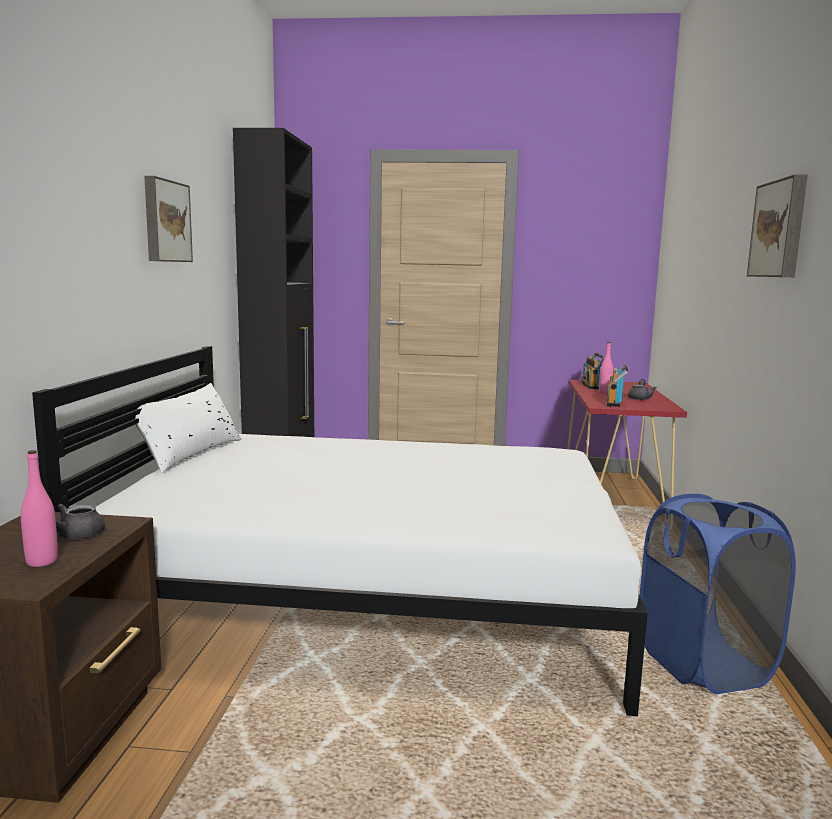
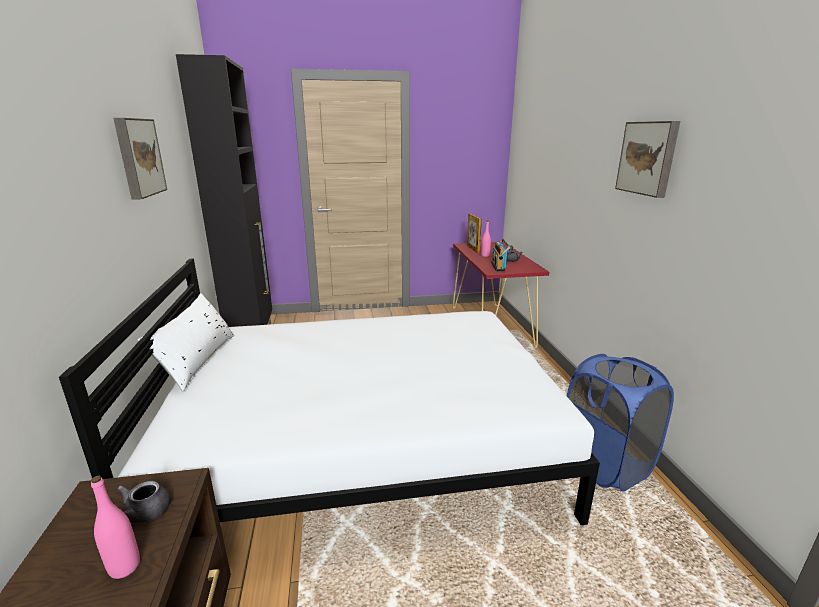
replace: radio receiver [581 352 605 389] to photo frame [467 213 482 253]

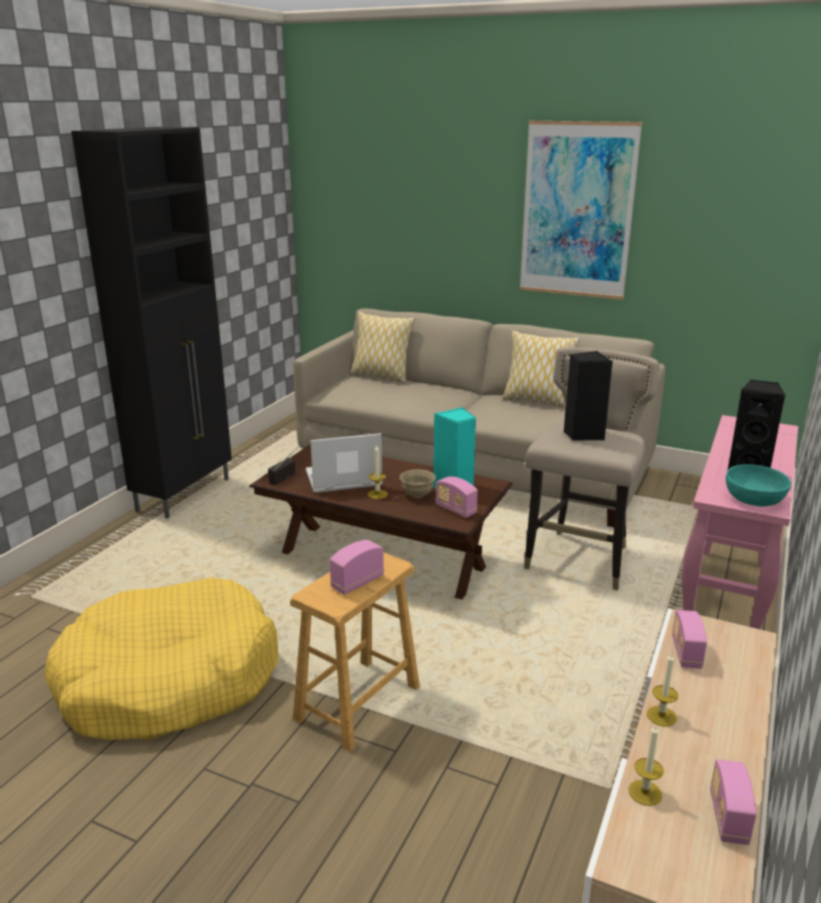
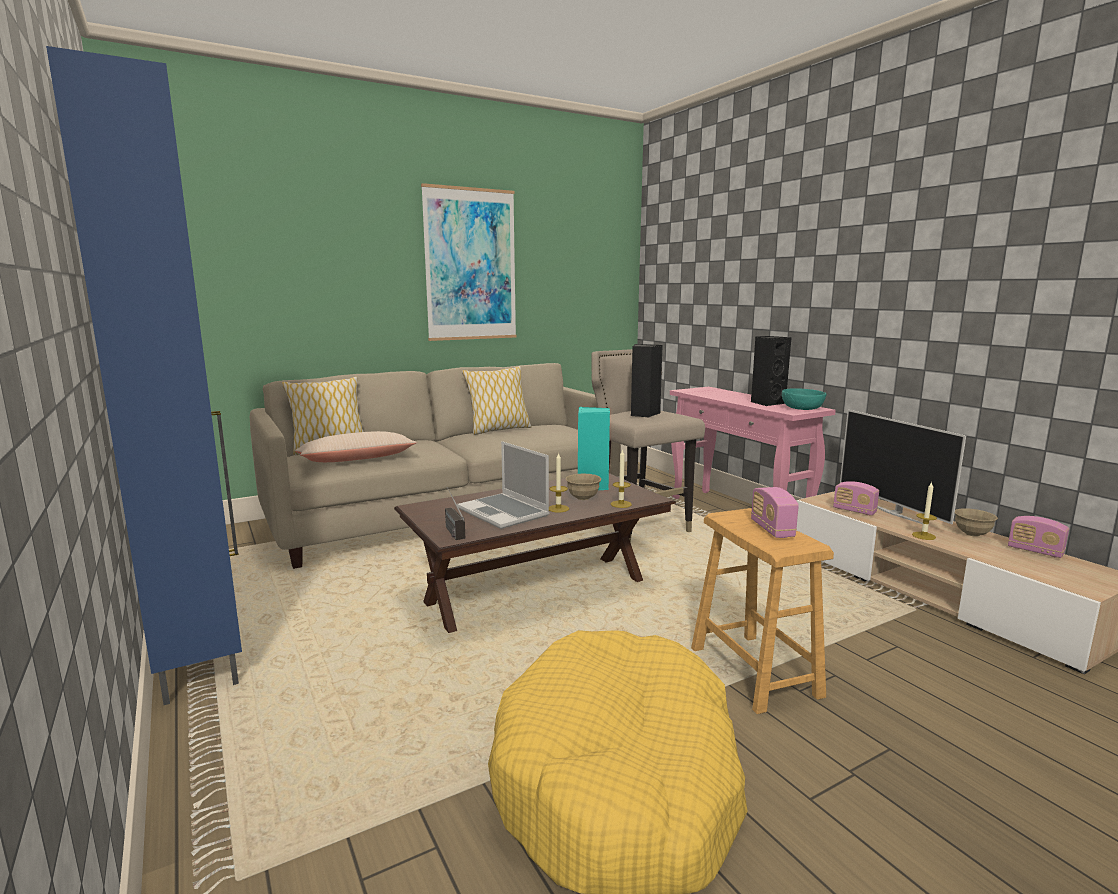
delete: radio receiver [436 476 478 518]
insert: TV [840 410 966 524]; pillow/beige [295 431 417 462]; serving bowl/beige [955 508 998 537]
move: wax candle [629 725 664 806] to [611 449 632 508]
recolor: storage cabinet/black-coloured [71 127 232 519] to storage cabinet/bluish [46 46 242 705]
rotate: portable computer [306 433 383 493] = [457 441 549 529] 60 degrees counterclockwise

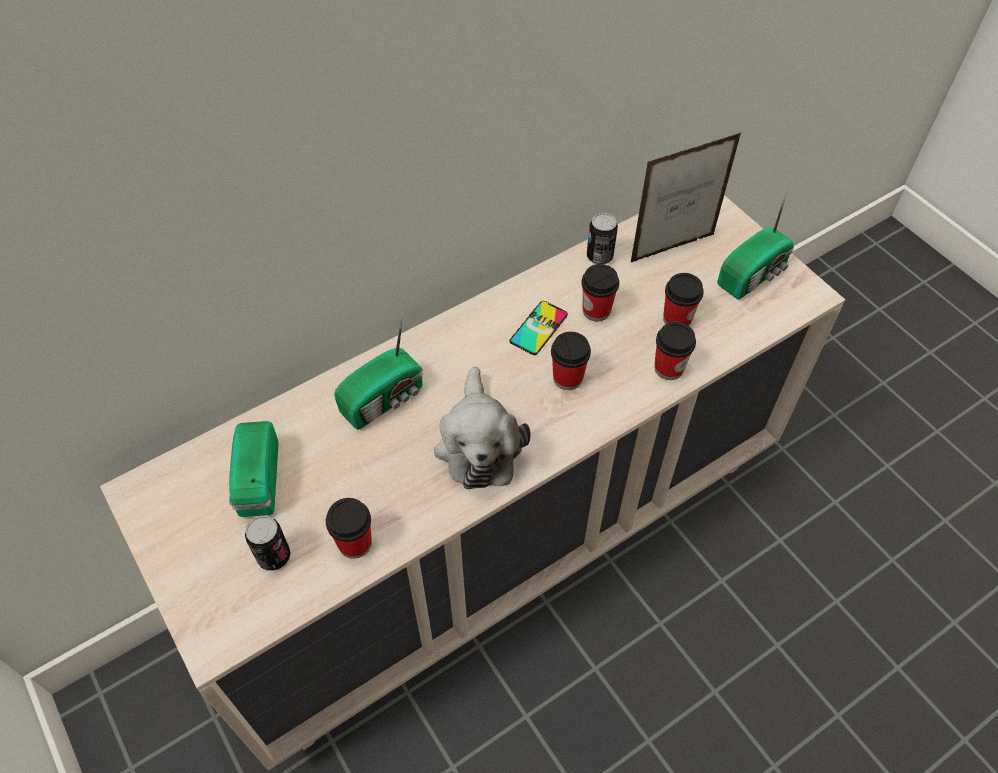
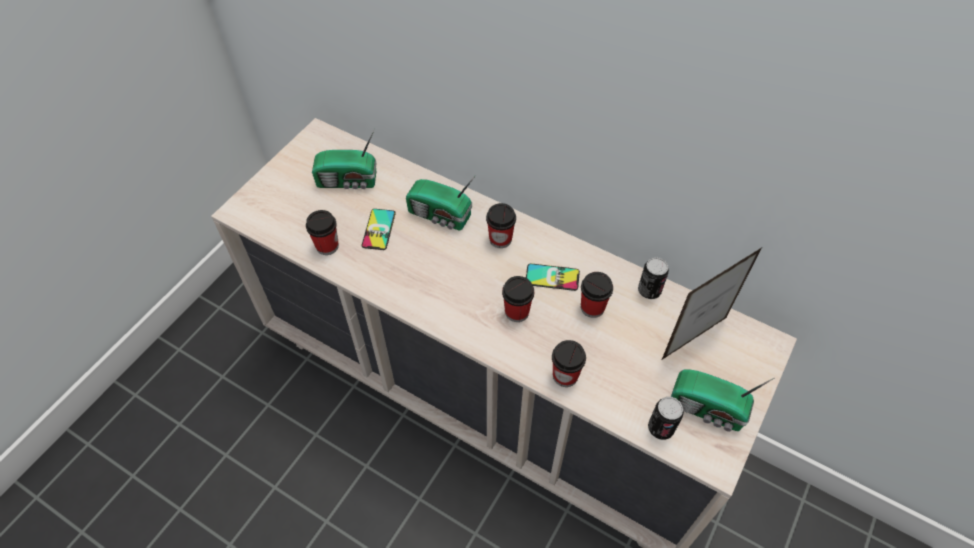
delete: plush toy [434 367 531 489]
insert: phone [362 209 396 250]
move: small cup [663 273 704 326] to [486 203 516 248]; metal can [245 515 291 571] to [648 397 684 440]
rotate: photo frame [631 133 741 262] = [662 248 761 360] 75 degrees counterclockwise; radio receiver [229 421 279 517] = [312 130 377 189] 150 degrees counterclockwise

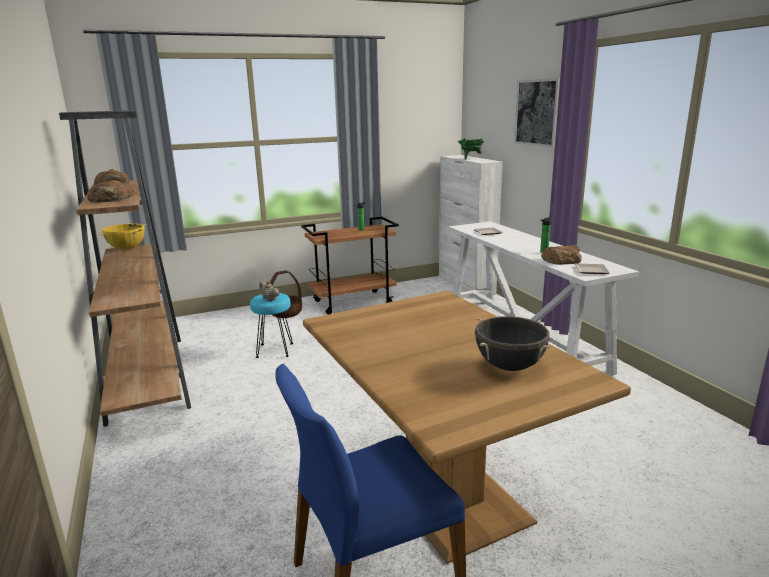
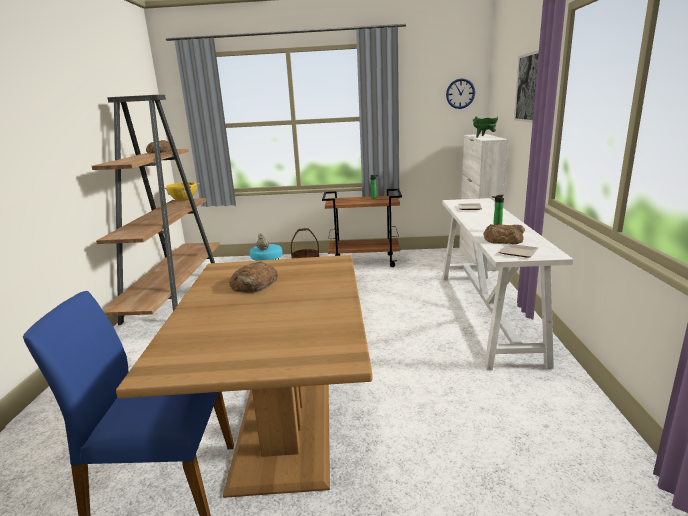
delete: cooking pot/black-coloured [475 316 551 371]
insert: hanging clock [446 78 475 109]
move: baked bread [87 180 134 203] to [229 261 278 293]

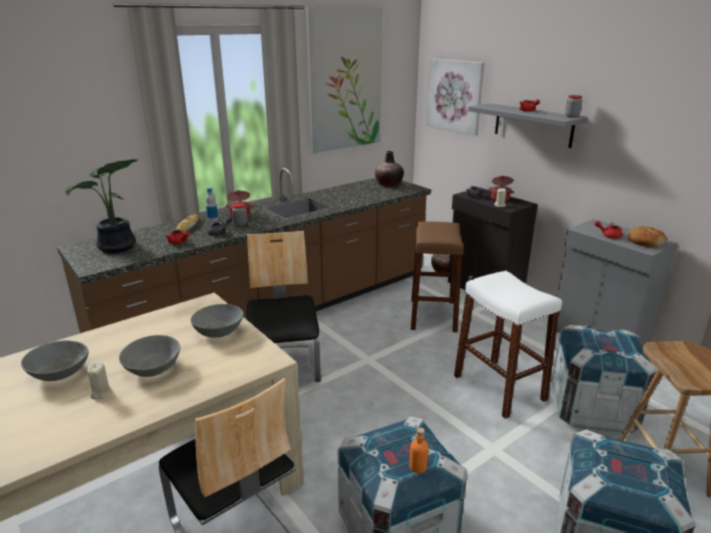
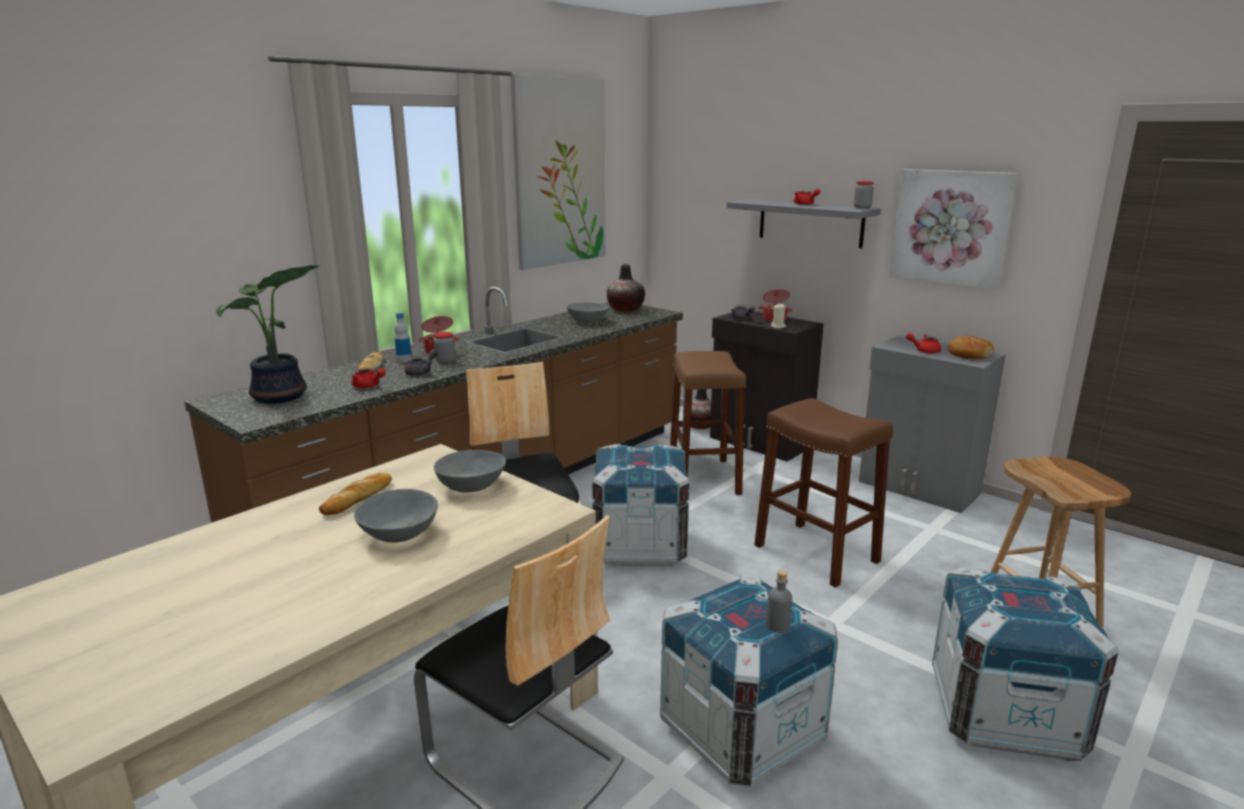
delete: wax candle/beige [87 362 112 399]
insert: baked bread [319 473 392 515]
move: picture [426 59 485 136] to [889 169 1018 290]; crate [552 325 657 433] to [592 444 690 566]; serving bowl/greyish [21 340 89 381] to [566 302 609 323]
recolor: stool seat/white [454 271 562 419] to stool seat/brownish [754 398 893 588]; beverage bottle/orange-coloured [409 428 428 473] to beverage bottle/greyish [766 570 792 632]

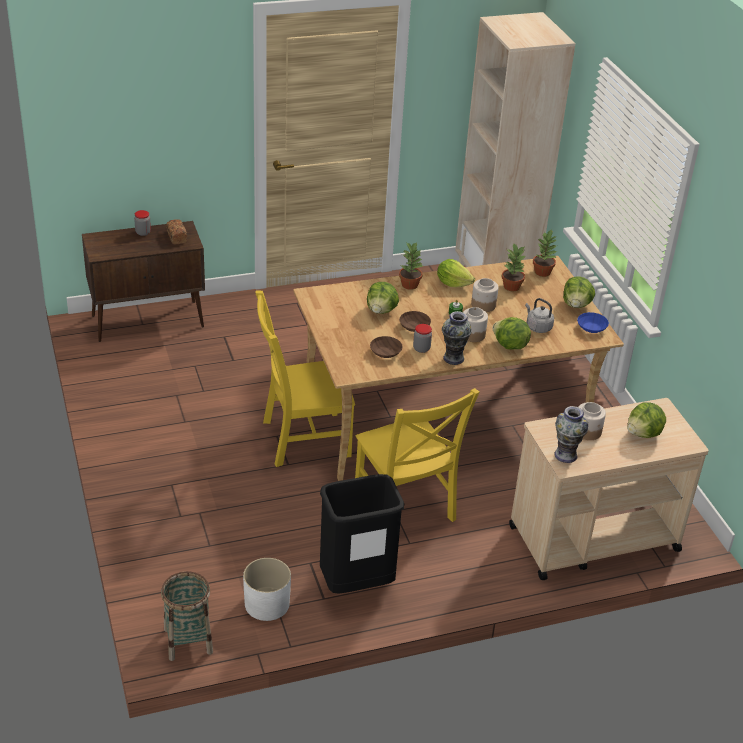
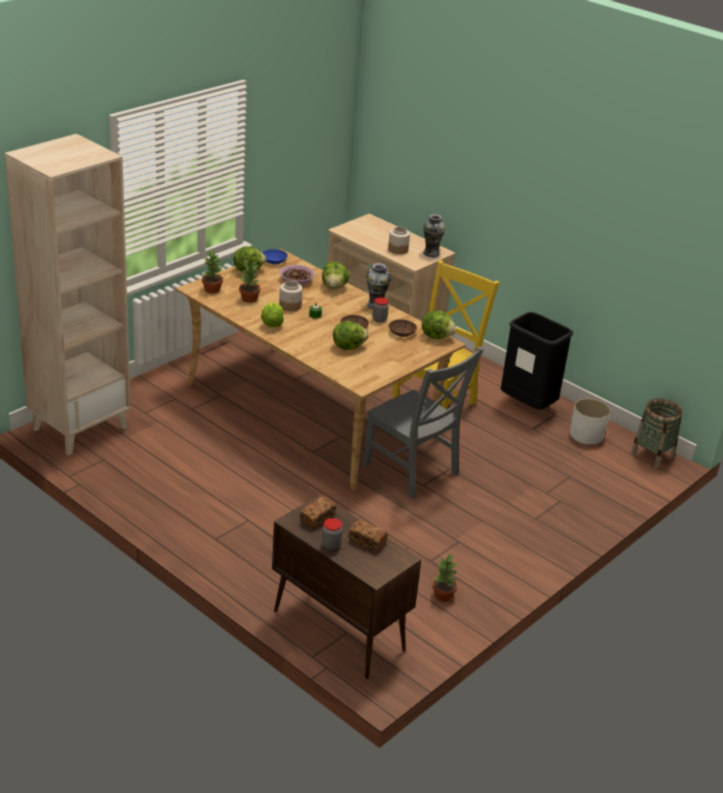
delete: jar [463 307 488 342]
insert: baked bread [348 520 388 552]
move: plant in a pot [399 242 423 290] to [432 554 459 602]; lettuce [627 402 666 438] to [422 311 457 339]
replace: tea kettle/greyish [525 298 554 333] to serving bowl [280 265 315 285]
recolor: chair/yellow-coloured [255 290 355 467] to chair/greyish [363 346 484 498]

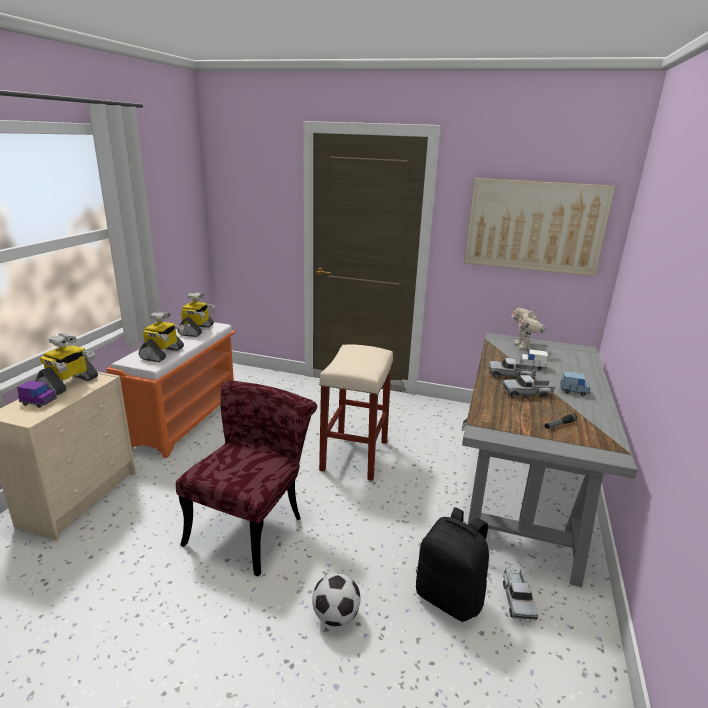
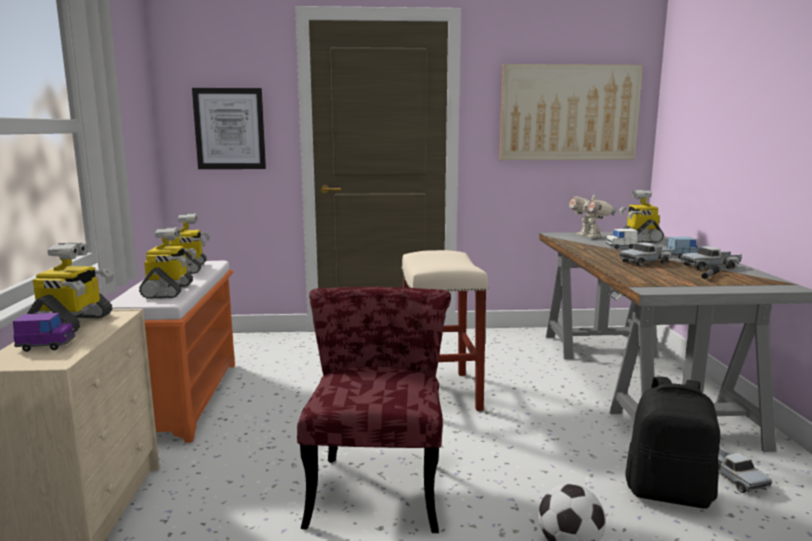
insert: picture [192 88 266 169]; toy robot [619 190 664 243]
move: toy truck [488 358 536 378] to [680 246 742 271]

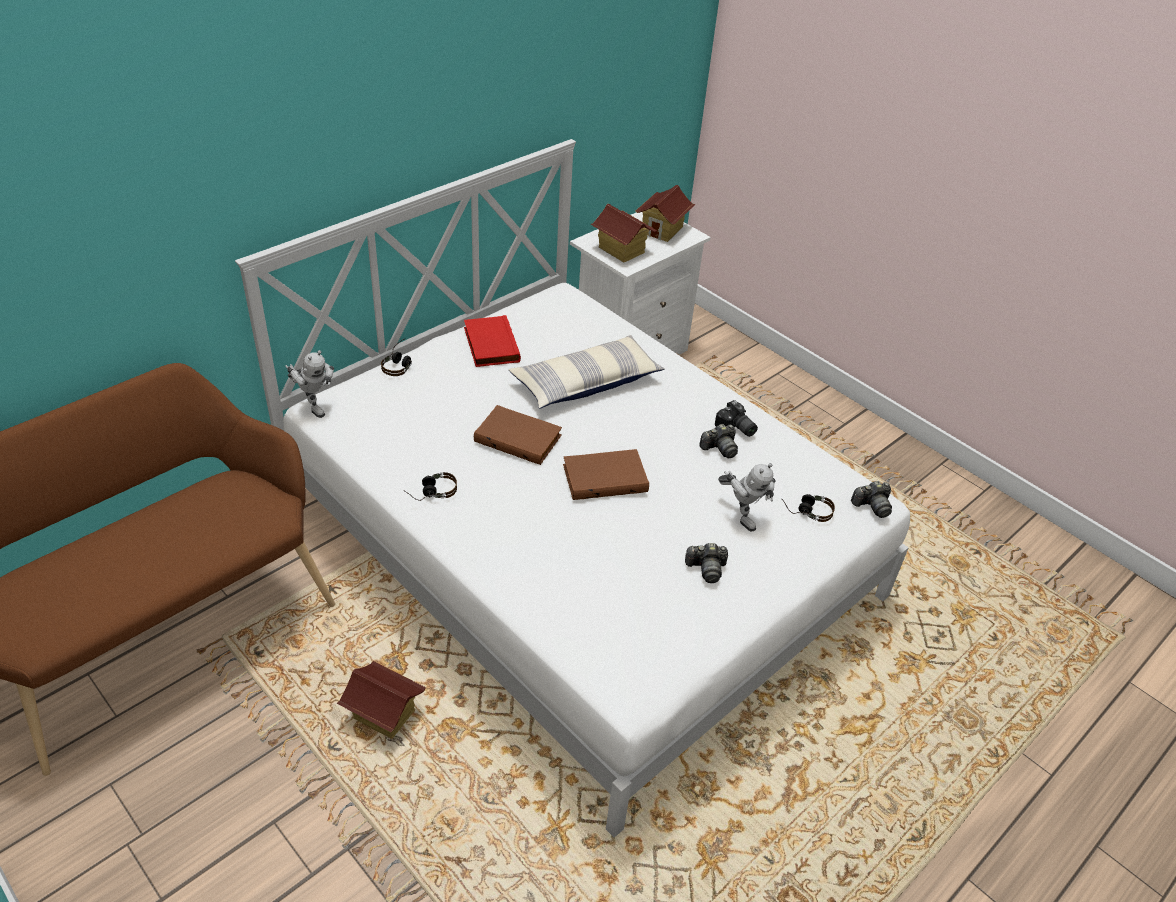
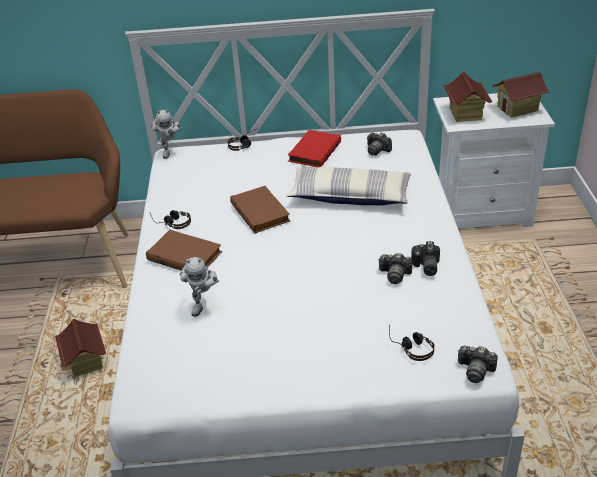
move: book/brownish [563 449 649 500] to [146 230 222 271]; toy robot [718 463 776 531] to [180 257 219 317]; still camera [685 543 728 583] to [367 132 392 155]

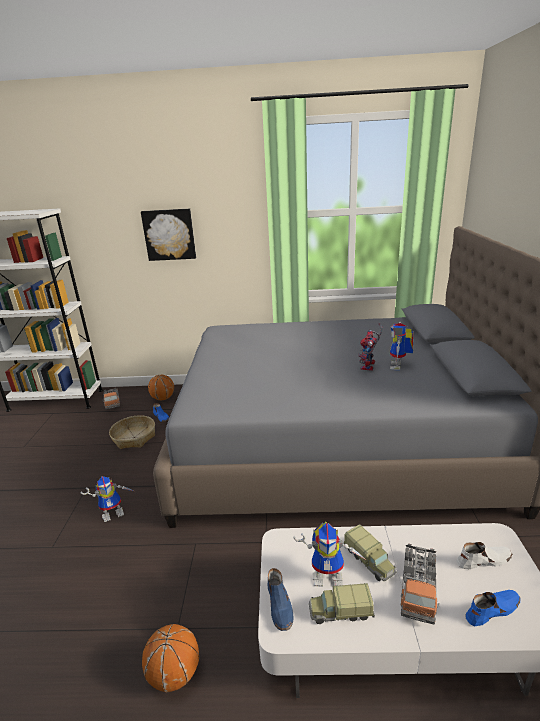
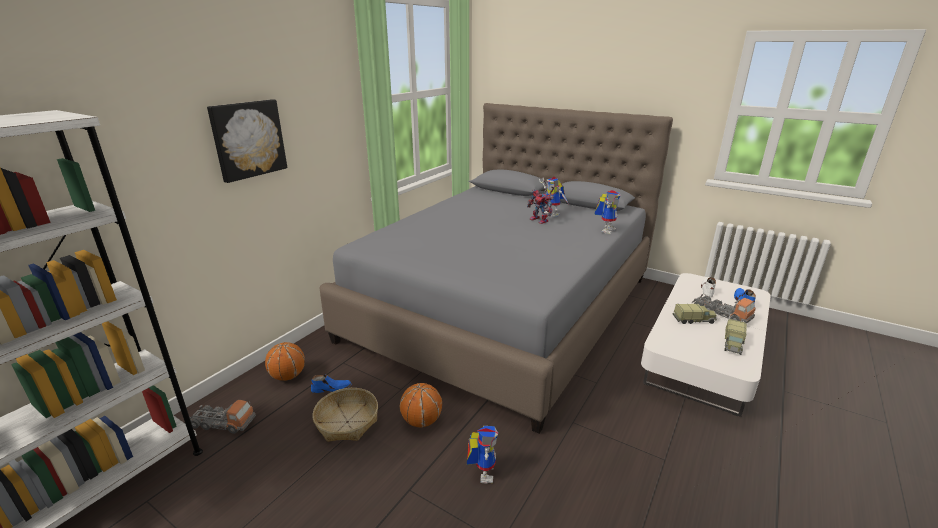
delete: shoe/bluish [268 568 294 631]
move: toy robot [293 521 366 586] to [595 190 621 234]; ball for basketball [142 624 199 692] to [400 383 442 427]

